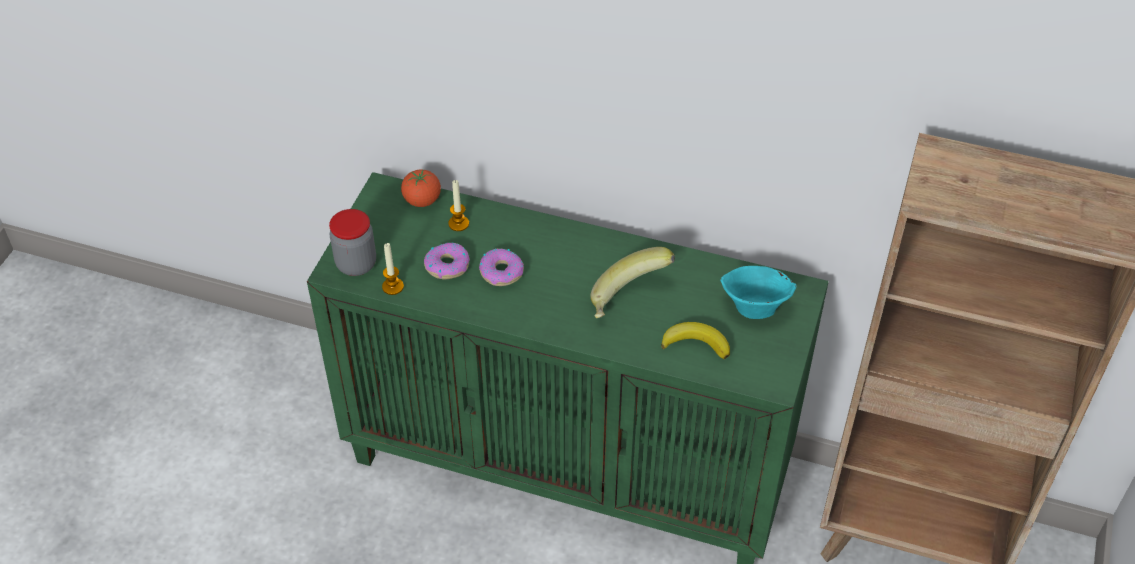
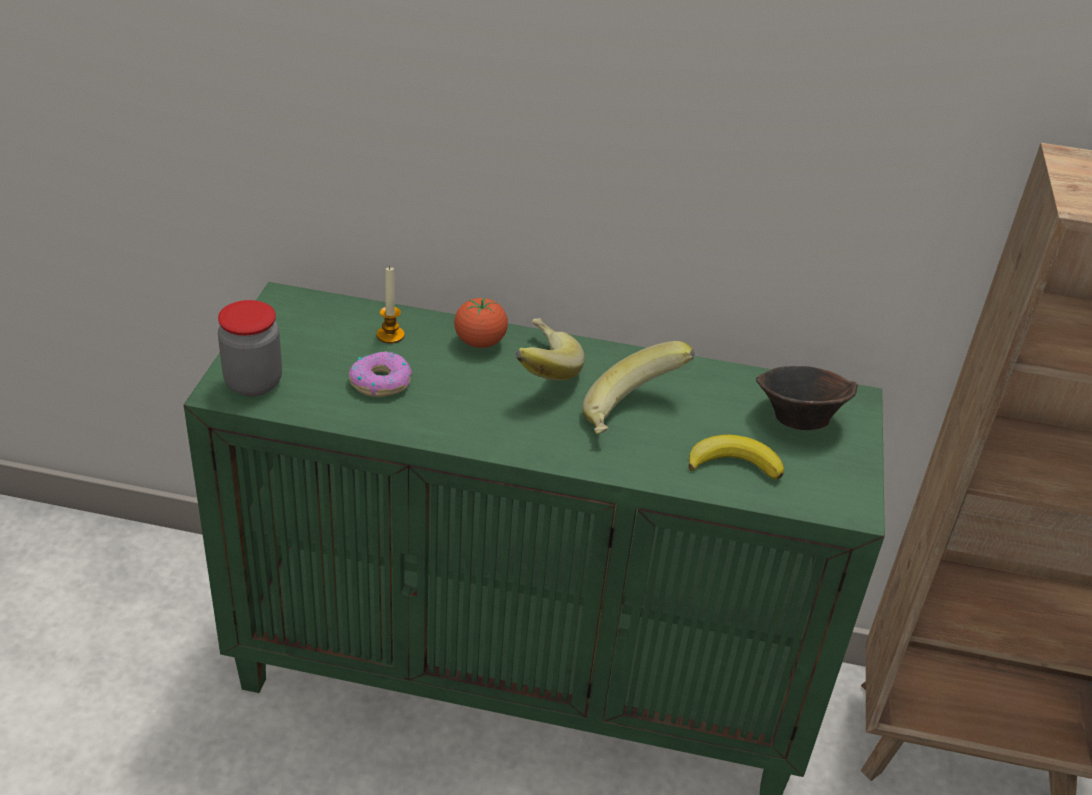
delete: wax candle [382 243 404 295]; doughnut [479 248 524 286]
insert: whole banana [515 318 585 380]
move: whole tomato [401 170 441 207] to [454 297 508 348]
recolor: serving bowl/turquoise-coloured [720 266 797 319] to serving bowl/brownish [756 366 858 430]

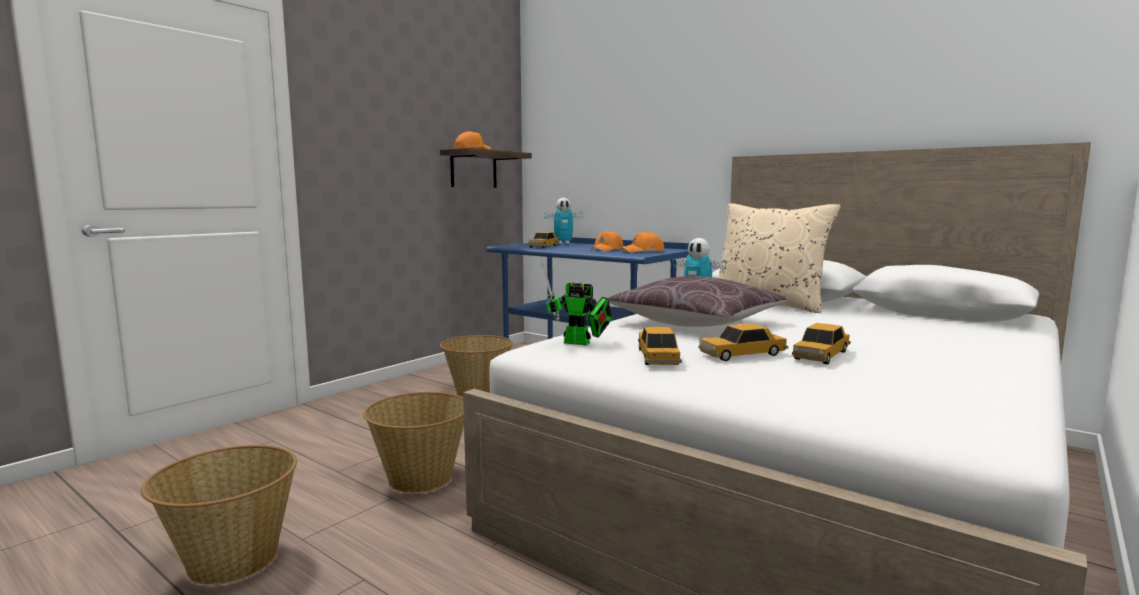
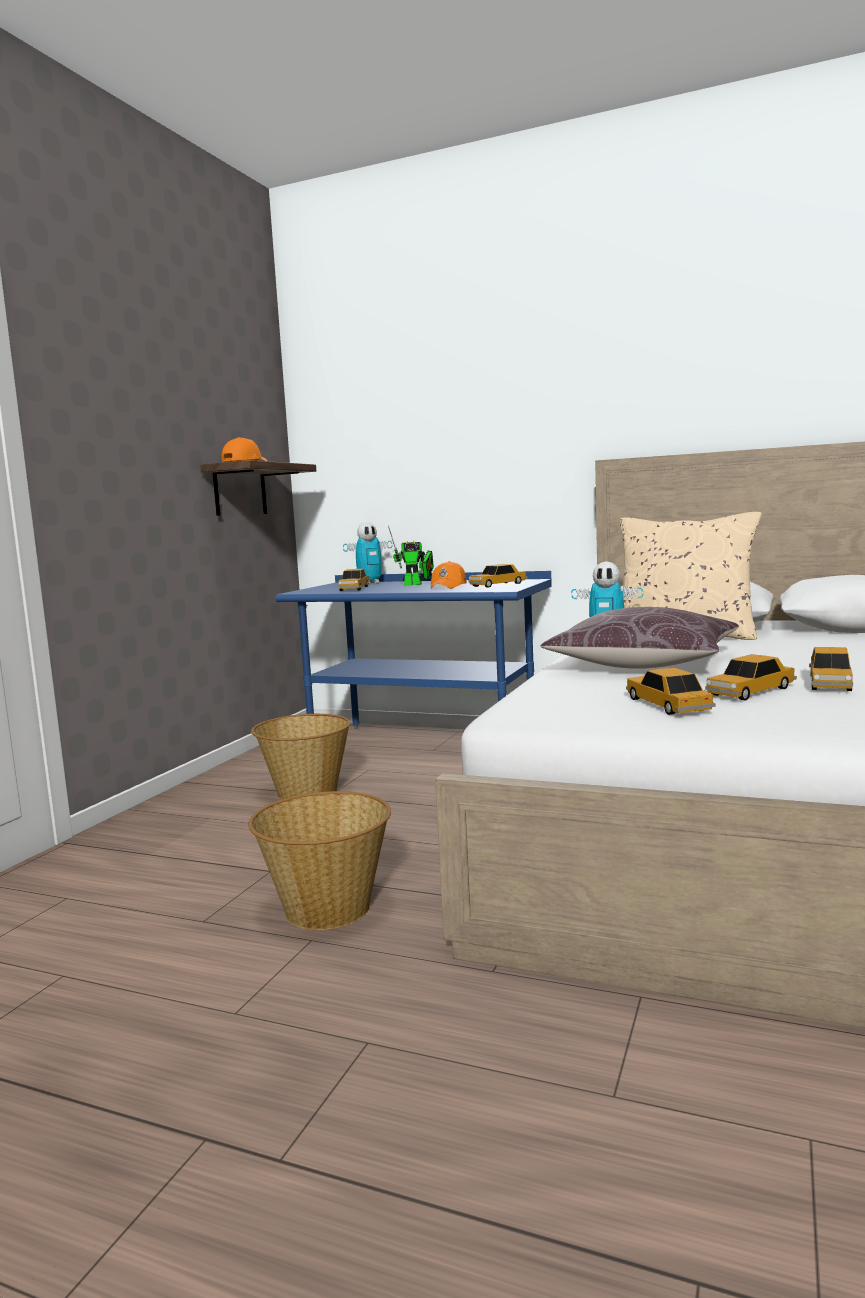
delete: household basket [141 445 297 585]
move: toy robot [542 261 612 346] to [388 526 434 585]
replace: cap/orange-coloured [621 231 664 253] to miniature car [469 564 527 588]

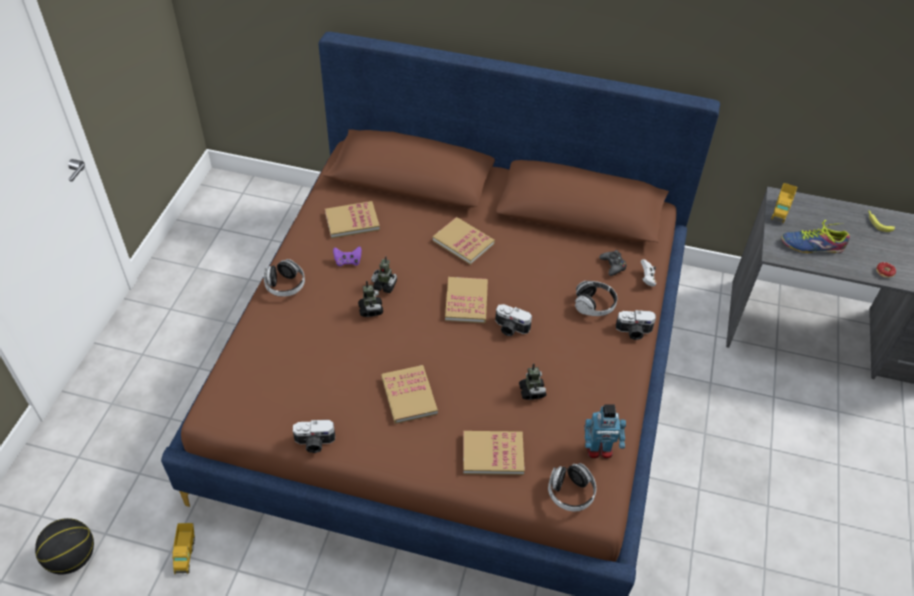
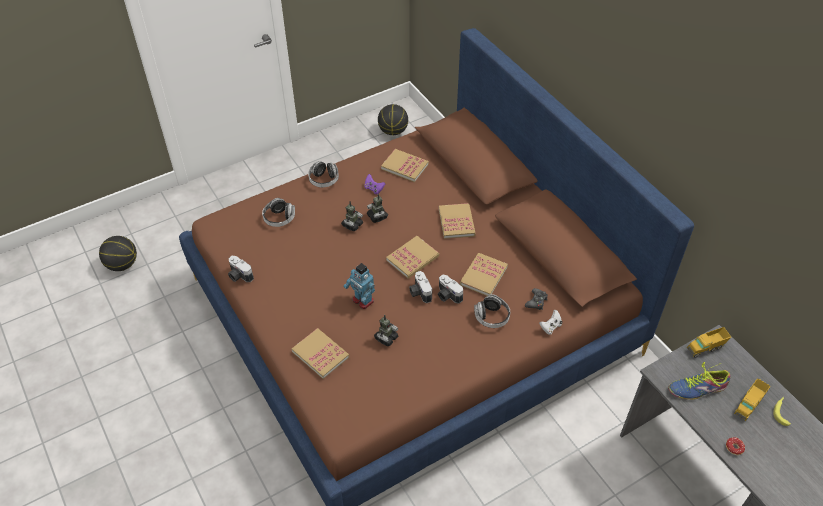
insert: ball for basketball [378 104 408 135]
move: still camera [616 310 656 340] to [438 275 463 304]; book [381 365 438 424] to [460 253 508 296]; toy robot [584 404 626 459] to [343 263 375 309]; headphones [548 463 596 511] to [262 198 295 227]; toy truck [172 523 195 574] to [734 378 771 421]
rotate: shoe [781 220 850 253] = [668 362 731 400] 60 degrees counterclockwise

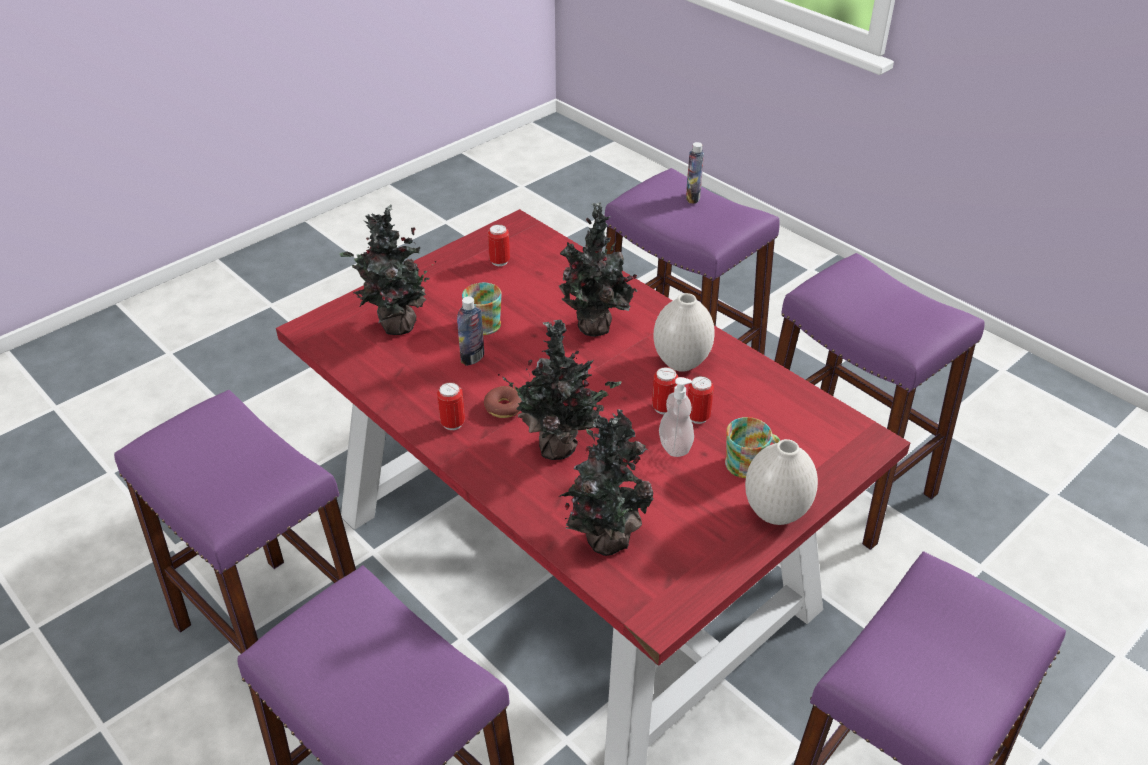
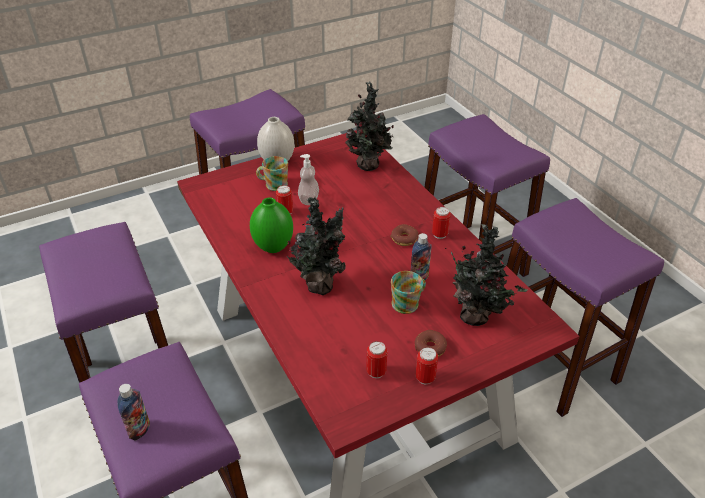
delete: plant in a pot [498 320 622 460]
insert: doughnut [415 330 447 357]
move: metal can [652 367 678 414] to [415 347 438 385]
recolor: vase/white [654 293 715 372] to vase/green-coloured [250 198 293 253]

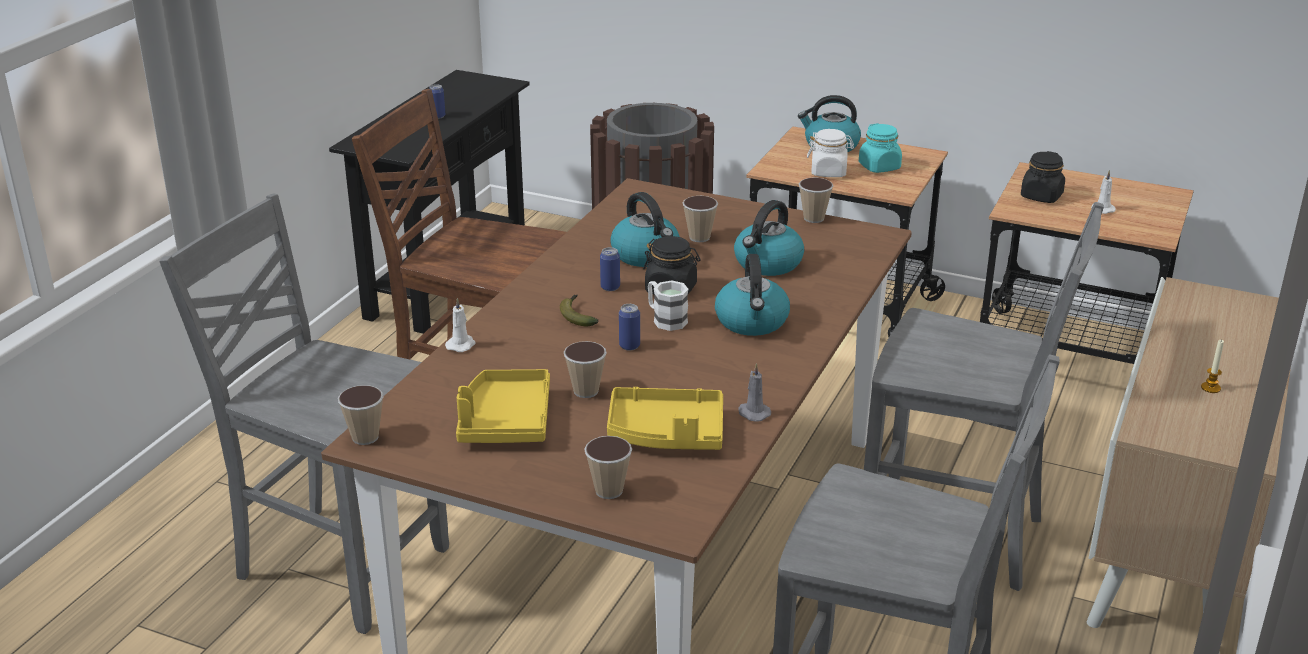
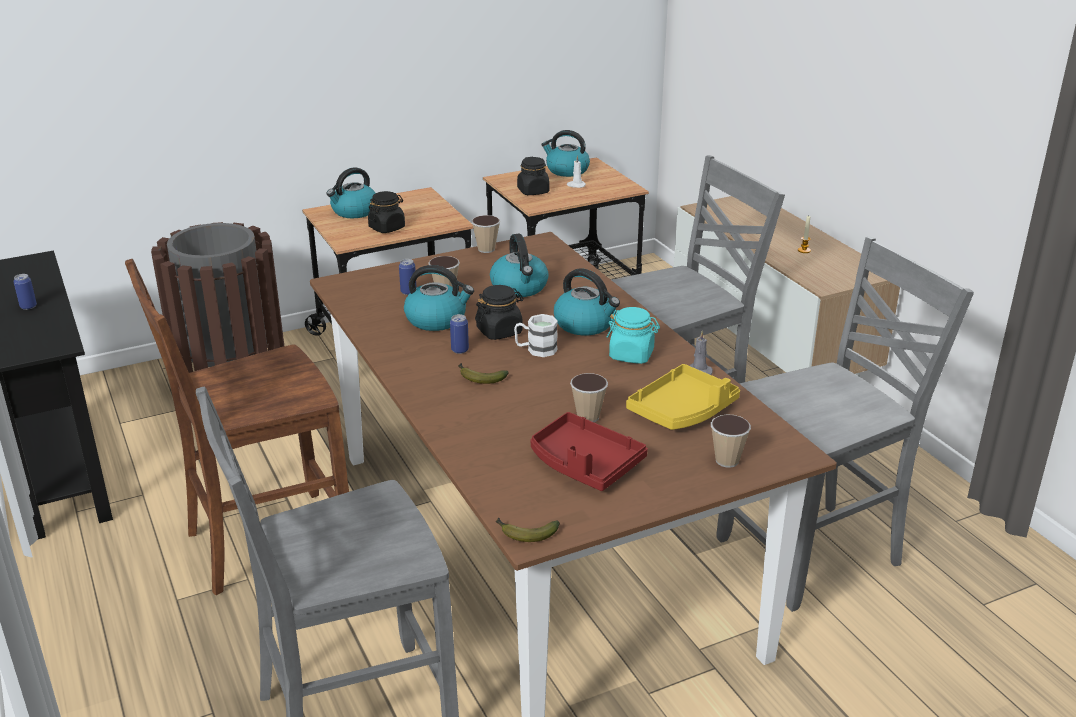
delete: wax candle/white [445 298 476 352]
insert: tea kettle [541 130 590 177]
move: jar/turquoise-coloured [859 123 902 173] to [607 307 660 364]; metal can [619 304 640 350] to [399 259 417 295]
replace: small cup [338 385 383 445] to whole banana [495 518 560 542]
recolor: jar/white [807 129 854 177] to jar/black-coloured [368 191 405 233]; serving tray/yellow-coloured [456 369 550 443] to serving tray/red [530 412 648 491]

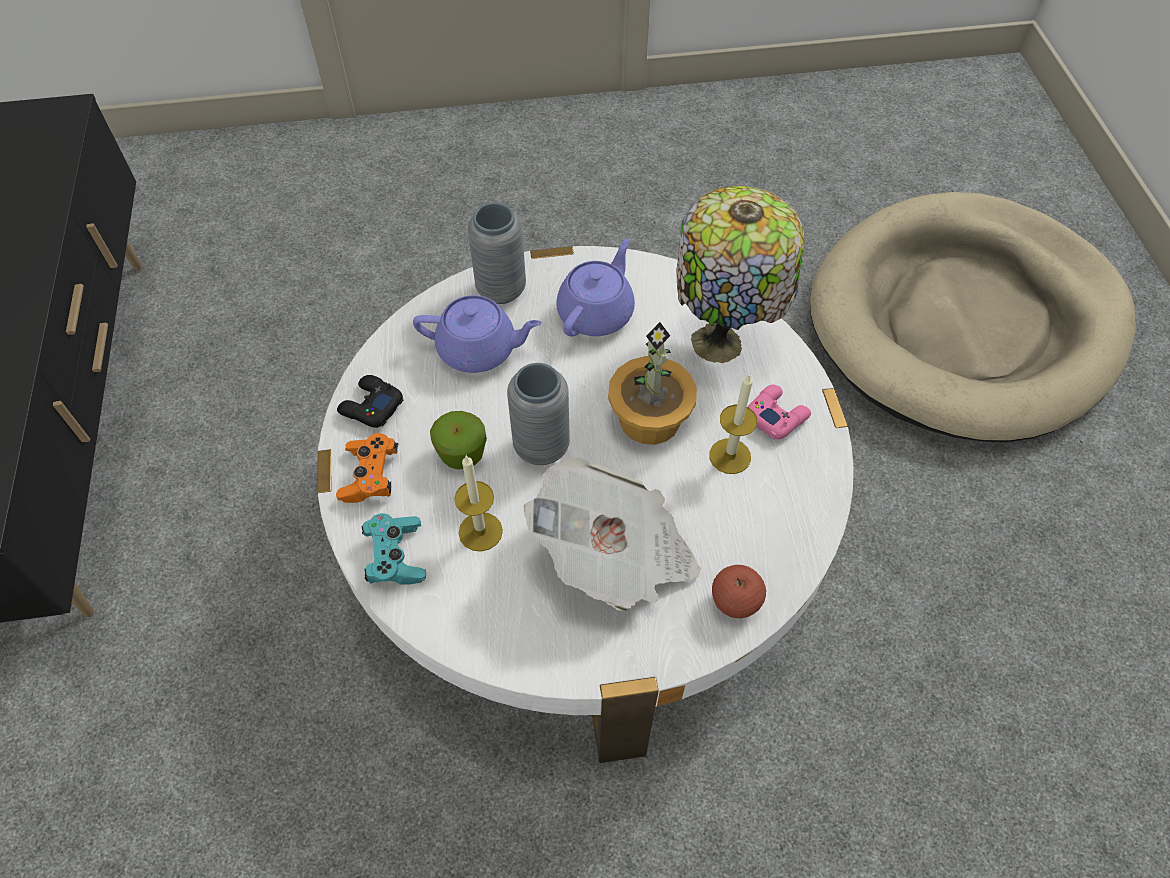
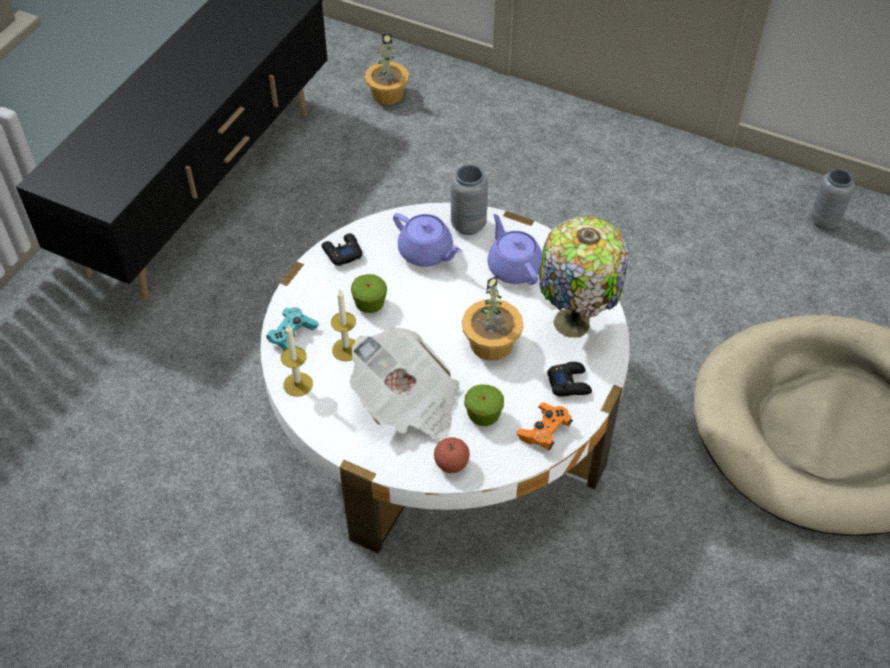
insert: plant in a pot [365 34 409 105]; whole apple [464 384 504 426]
move: vase/greyish [507 363 570 465] to [811 169 855 230]; wax candle [709 374 757 474] to [281 325 313 397]; joypad/orange-coloured [336 433 398 503] to [516 402 573 451]
recolor: joypad/pink-coloured [748 385 811 440] to joypad/black-coloured [547 362 592 397]
rotate: teapot/purplish [556 239 635 336] = [487 214 542 285] 90 degrees counterclockwise

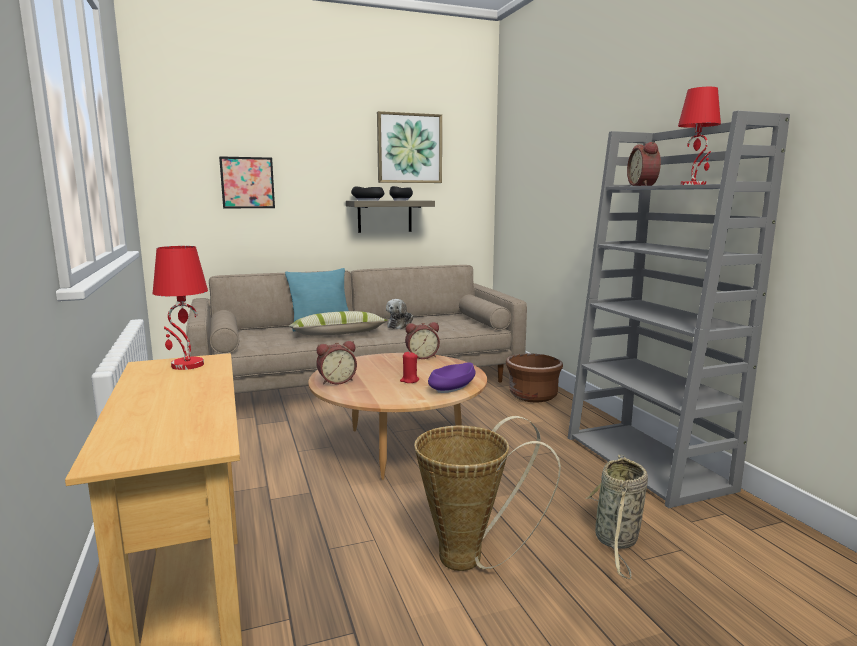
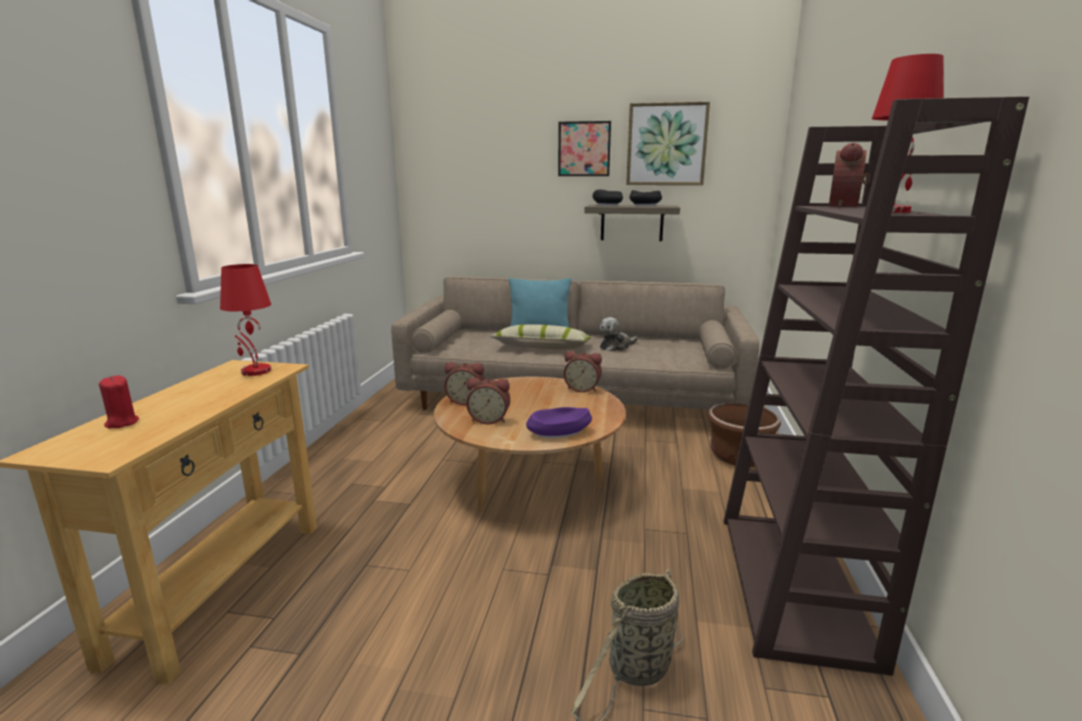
delete: household basket [414 416 561 571]
insert: alarm clock [466 377 510 424]
move: picture [219 156 275 209] to [558 121 611 176]; wax candle/red [400 352 419 383] to [99 376 139 428]
recolor: bookcase/greyish [568 111 790 508] to bookcase/brownish [723 96 1029 676]

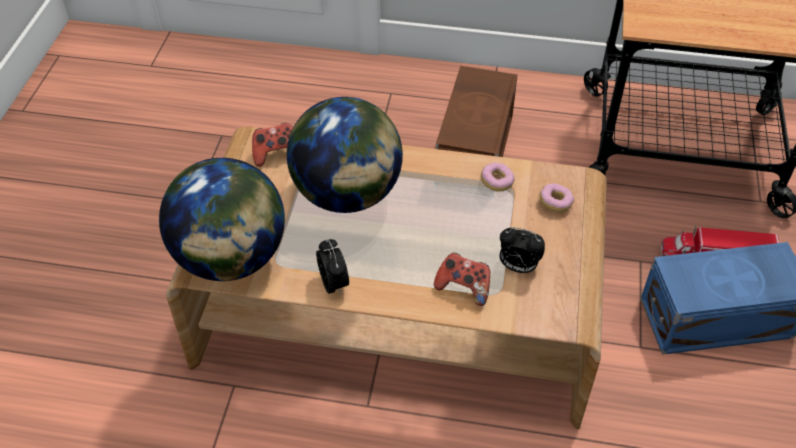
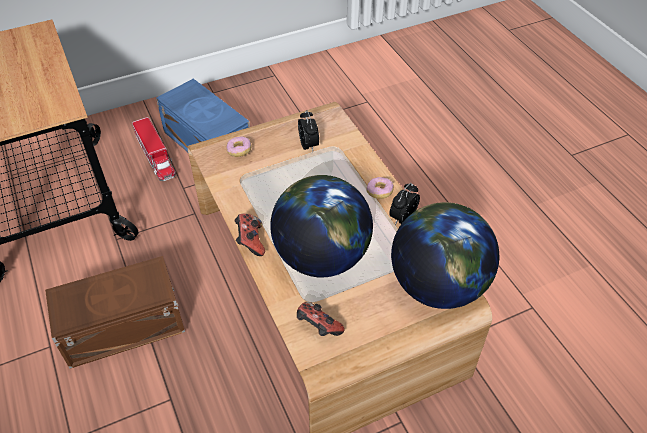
move: doughnut [481 162 514 192] to [366 177 394 199]; joypad [434 253 490 306] to [234 214 265 256]

